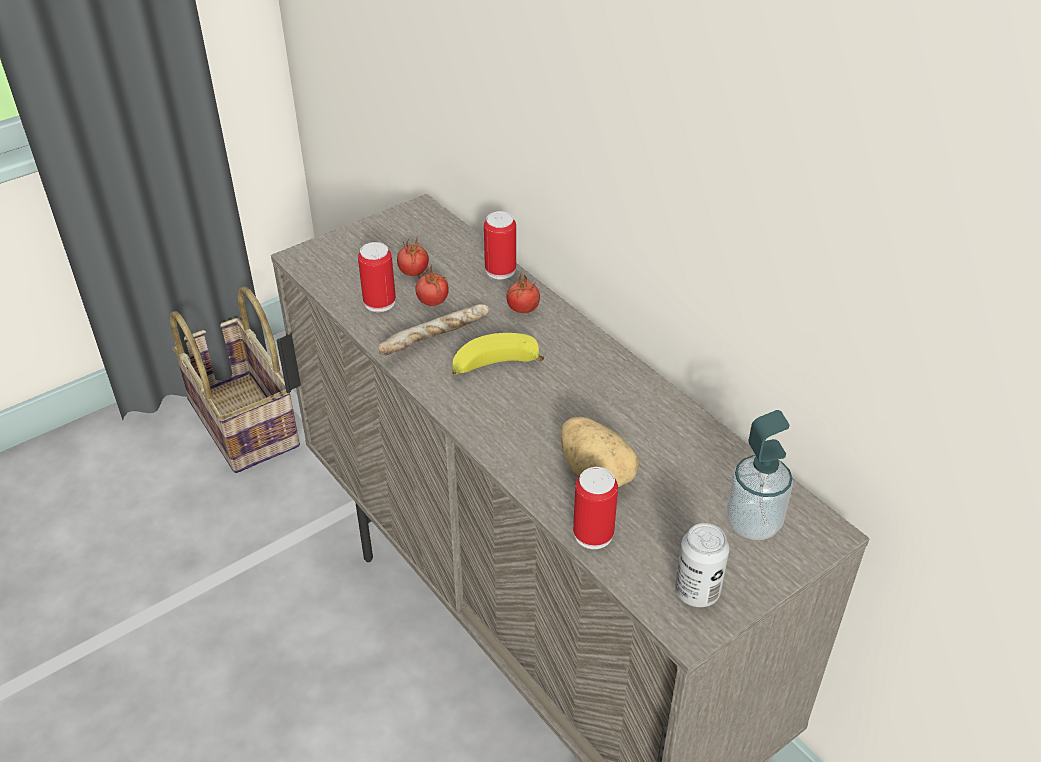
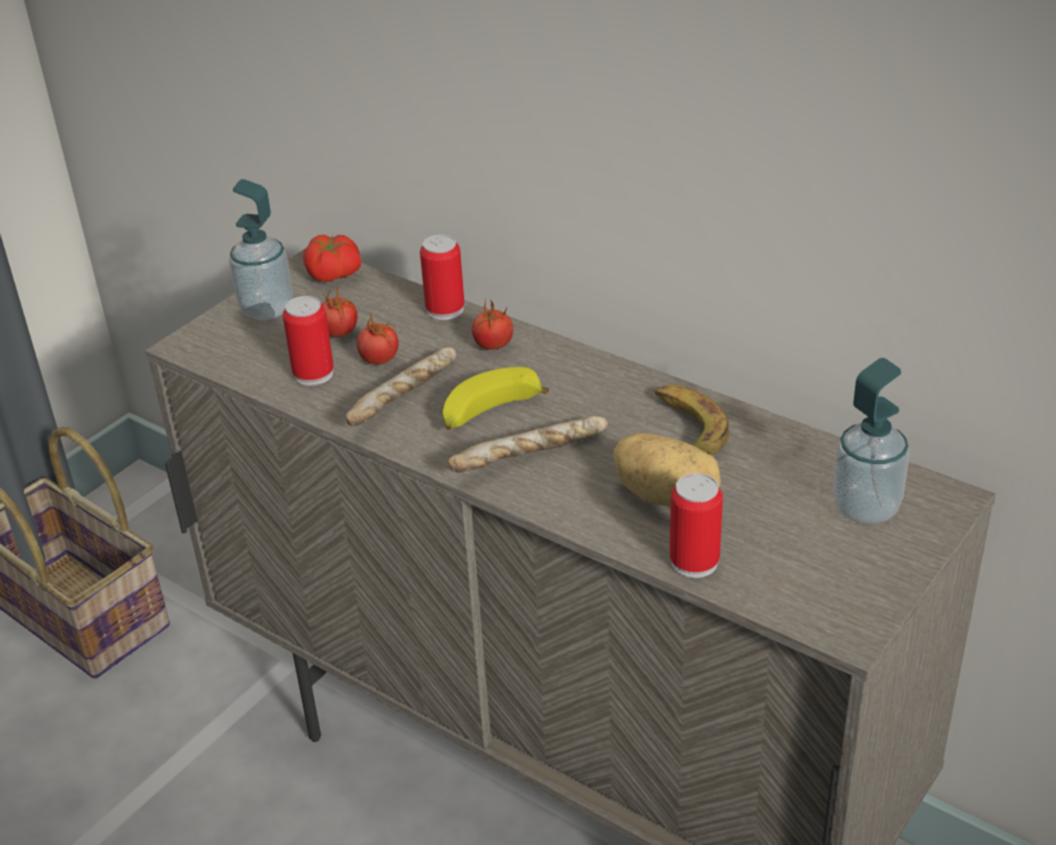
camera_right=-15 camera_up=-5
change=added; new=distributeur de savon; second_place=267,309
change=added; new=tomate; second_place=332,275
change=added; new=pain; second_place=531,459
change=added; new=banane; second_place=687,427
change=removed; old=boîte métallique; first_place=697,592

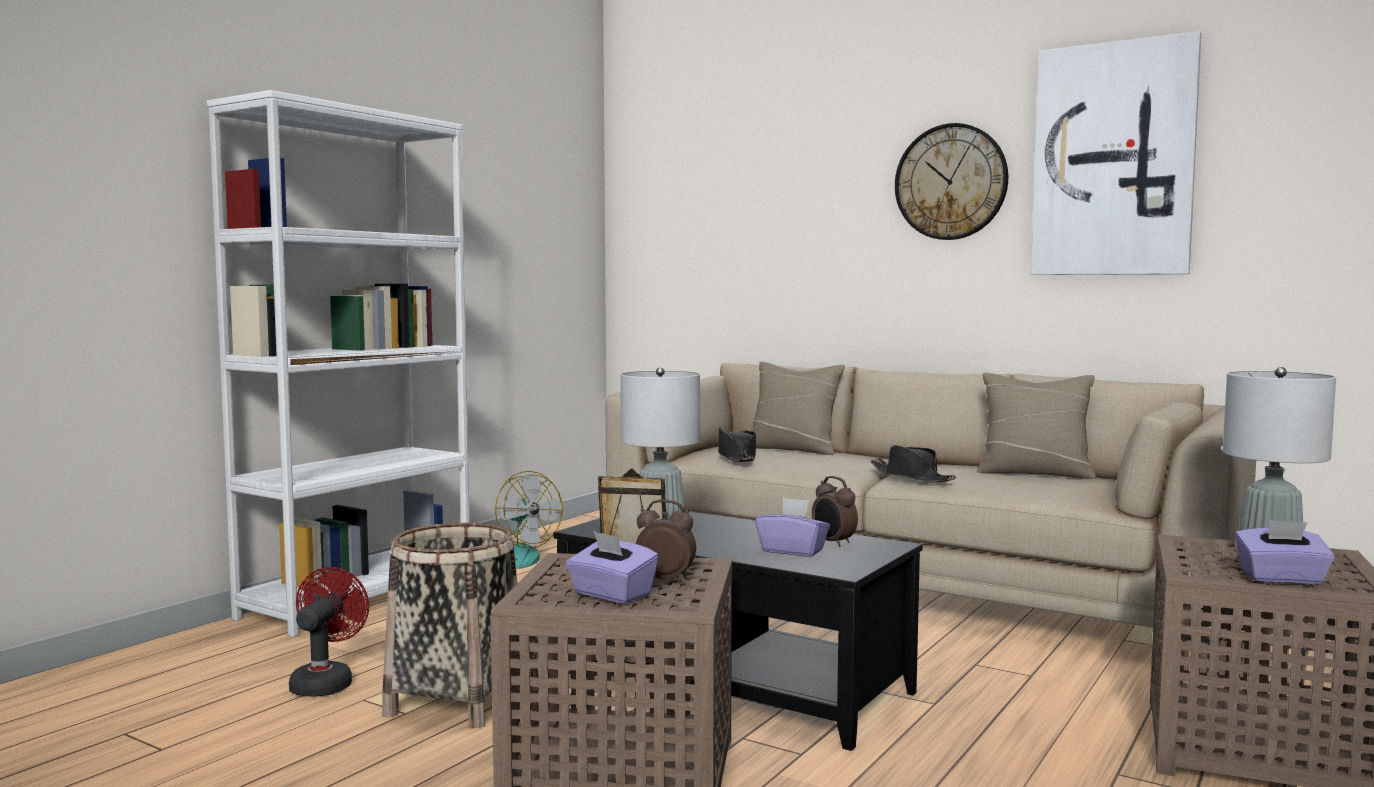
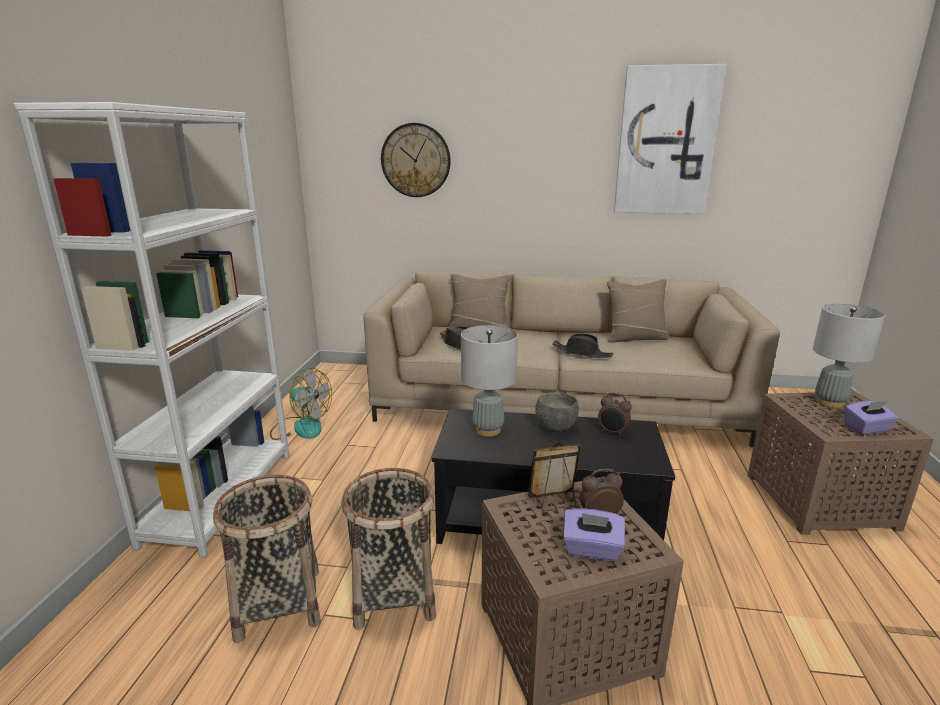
camera_right=-25 camera_up=15
change=replaced; old=ventilateur/rouge; new=panier; first_place=326,682; second_place=278,604
change=moved; old=horloge murale; first_place=951,182; second_place=416,160
change=added; new=bol/gris; second_place=555,428
change=removed; old=boîte à mouchoirs/violet; first_place=792,551

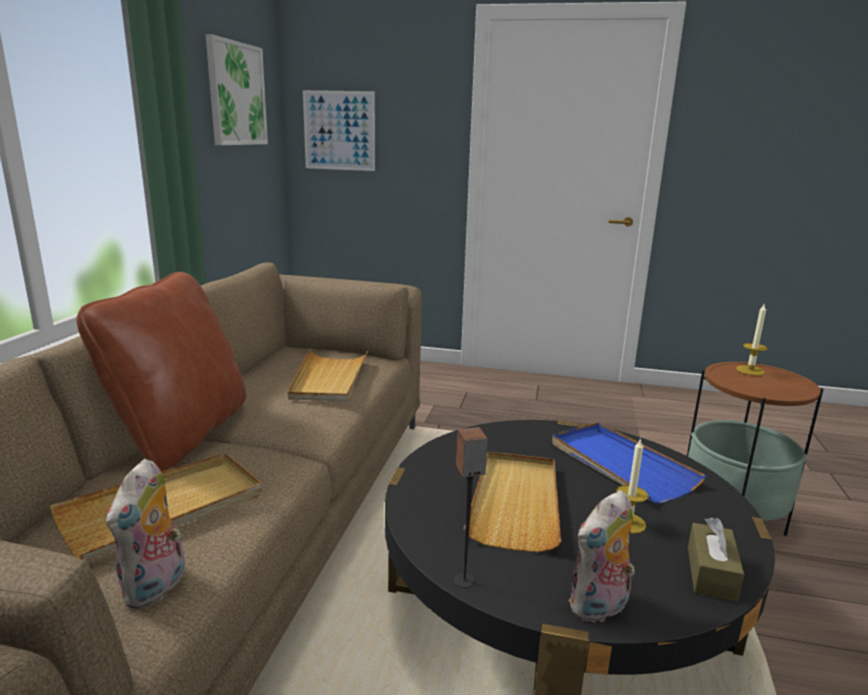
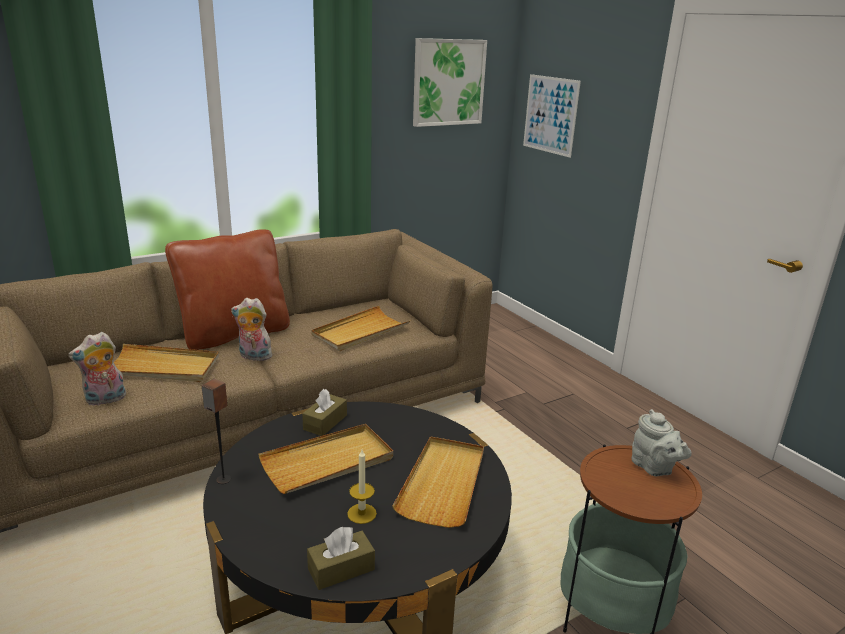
camera_right=45 camera_up=5
change=moved; old=peluche; first_place=599,608; second_place=253,357
change=added; new=boîte à mouchoirs/marron; second_place=325,422
change=recoloured; old=plateau/bleu; new=plateau/beige; first_place=620,465; second_place=443,483
change=replaced; old=bougie; new=théière/gris; first_place=750,370; second_place=654,468

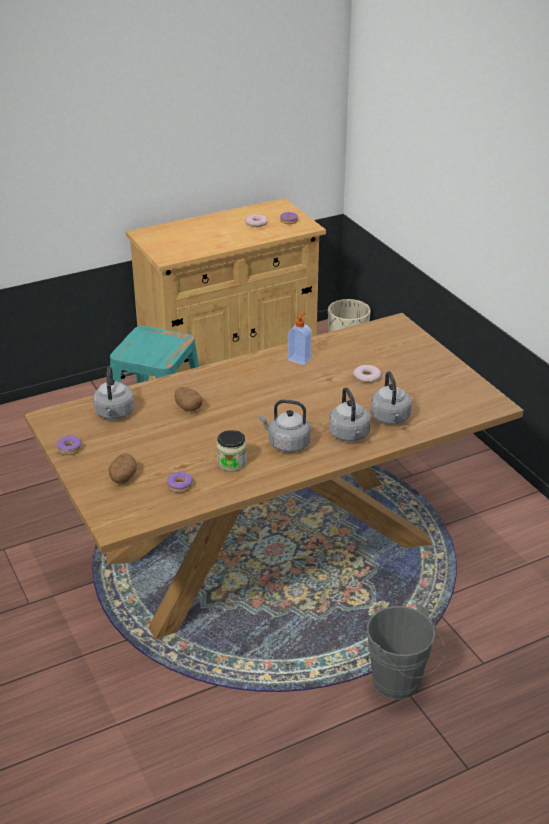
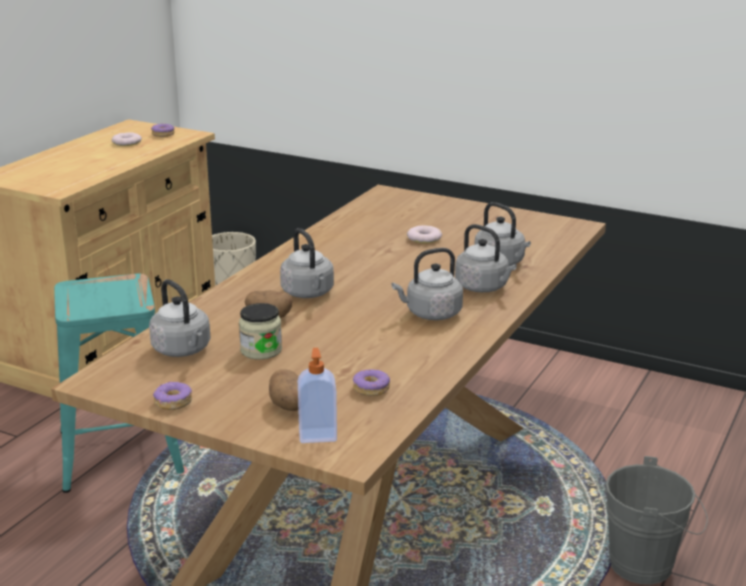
camera_right=-35 camera_up=-10
change=moved; old=bocal; first_place=231,463; second_place=261,350
change=added; new=bouilloire/gris; second_place=308,293
change=moved; old=distributeur de savon; first_place=299,359; second_place=317,435

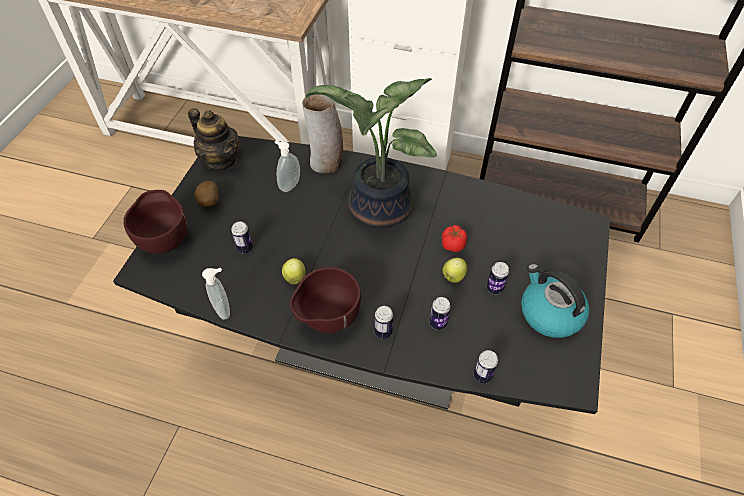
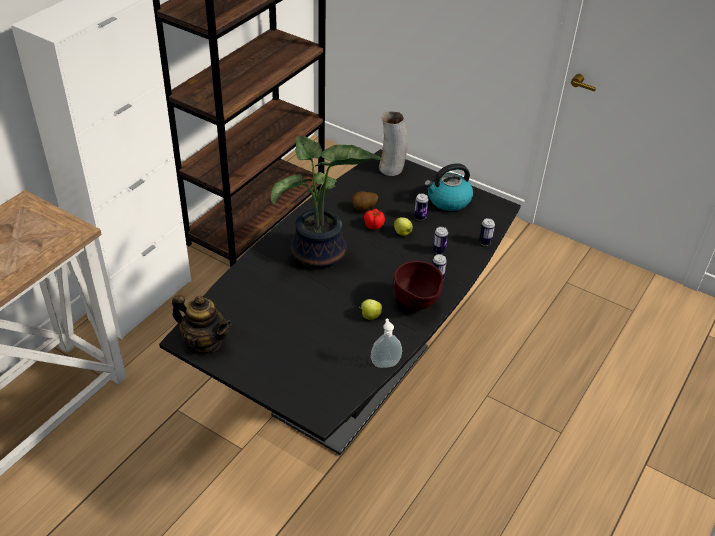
camera_right=-75 camera_up=-10
change=turned; old=théière; first_place=221,160; second_place=205,342; degrees=60
change=moved; old=pomme de terre; first_place=209,203; second_place=364,209
change=moved; old=vase; first_place=326,164; second_place=391,168
change=removed; old=bol/marron; first_place=165,241
change=removed; old=boîte métallique; first_place=245,248
change=removed; old=distributeur de savon; first_place=289,185

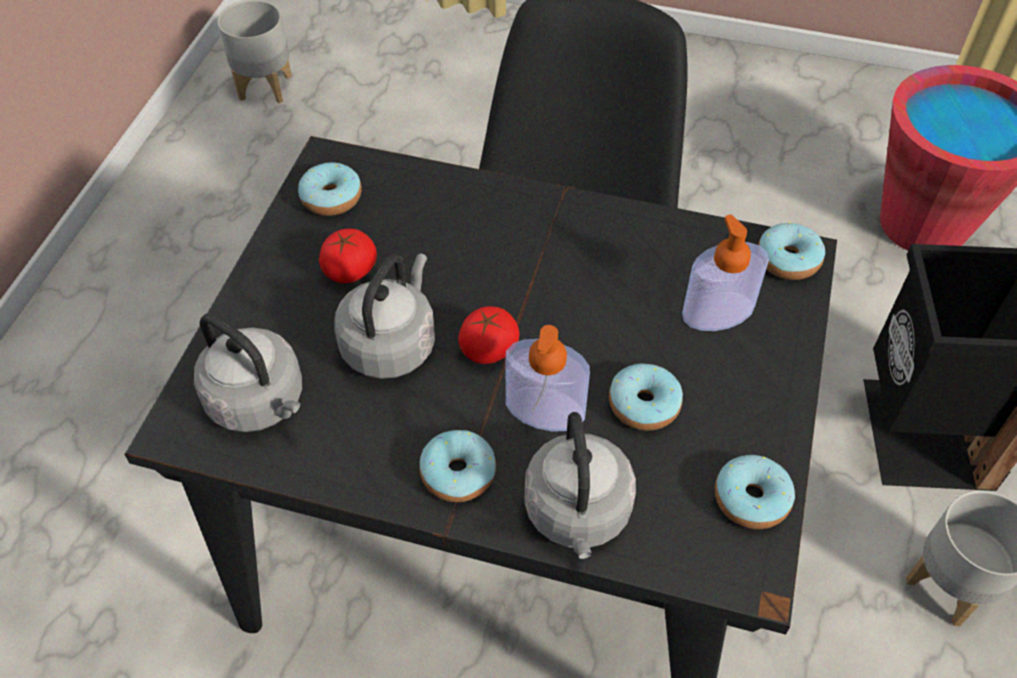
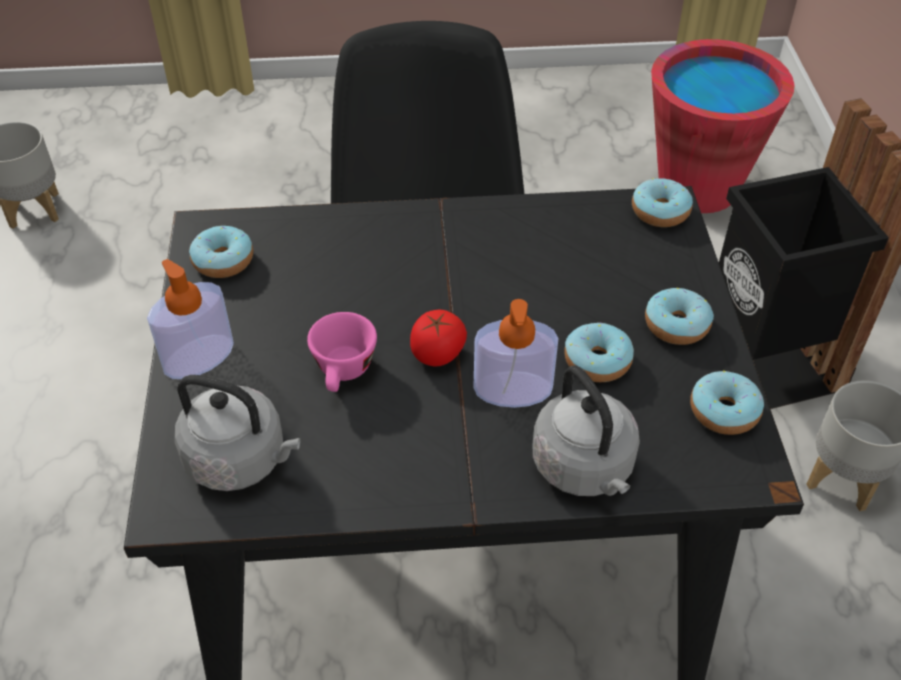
camera_right=-20 camera_up=-5
change=moved; old=distributeur de savon; first_place=718,312; second_place=198,357
change=replaced; old=bouilloire/gris; new=tasse/rose; first_place=391,343; second_place=344,373
change=moved; old=beignet; first_place=458,473; second_place=676,325
change=removed; old=tomate; first_place=350,271

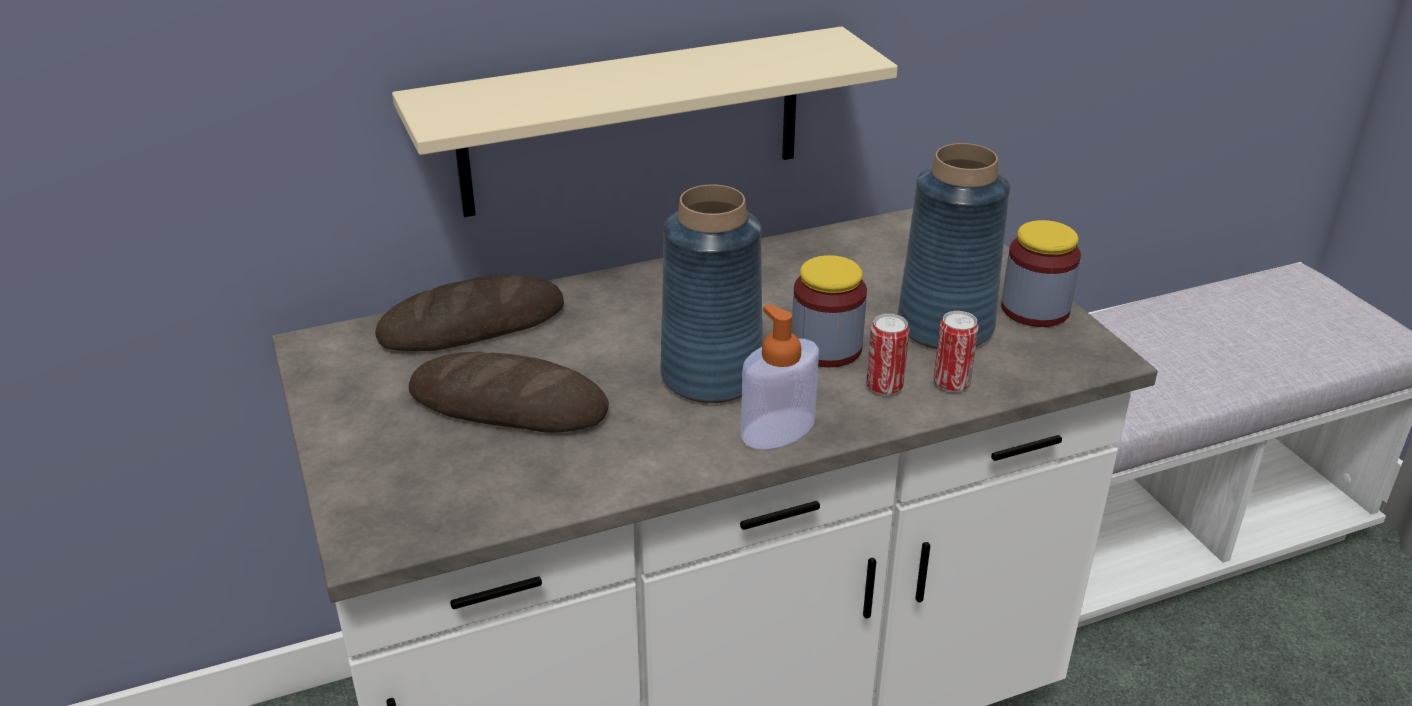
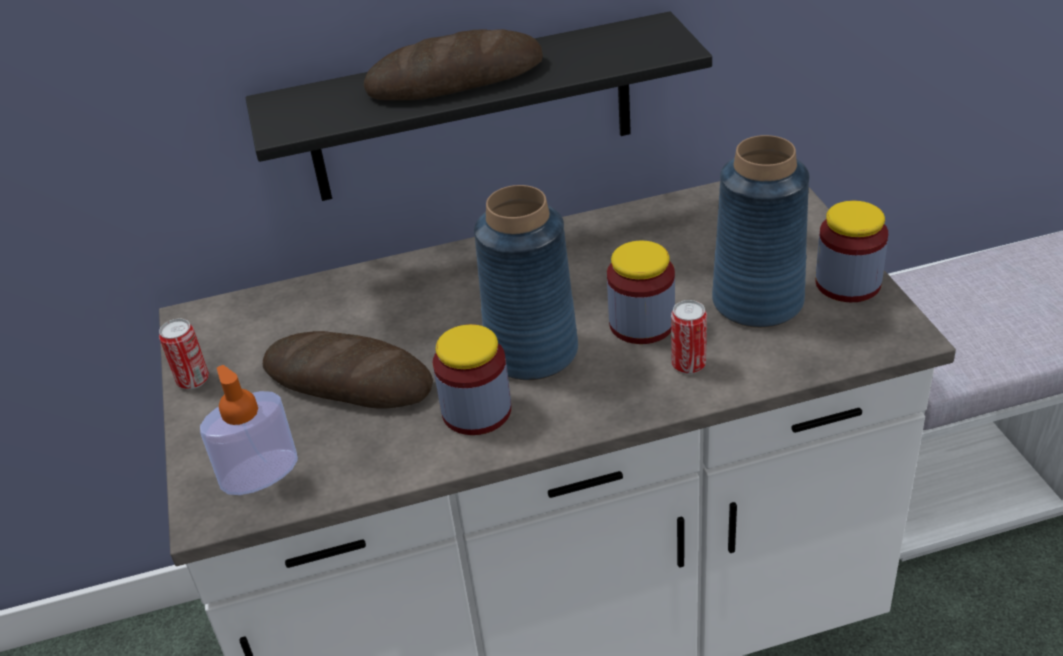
camera_right=10 camera_up=5
change=moved; old=boîte métallique; first_place=951,383; second_place=193,380
change=moved; old=distributeur de savon; first_place=778,429; second_place=259,472
change=recoloured; old=étagère/beige; new=étagère/noir; first_place=632,122; second_place=471,110
change=moved; old=pain; first_place=472,325; second_place=455,78
change=added; new=bocal; second_place=476,411

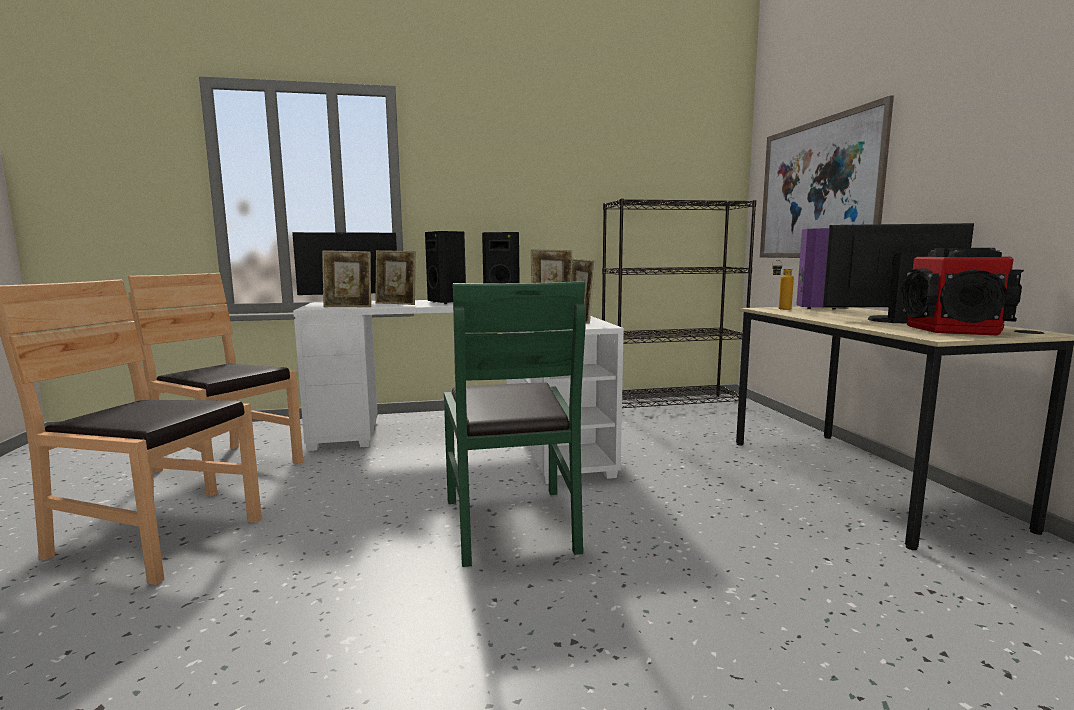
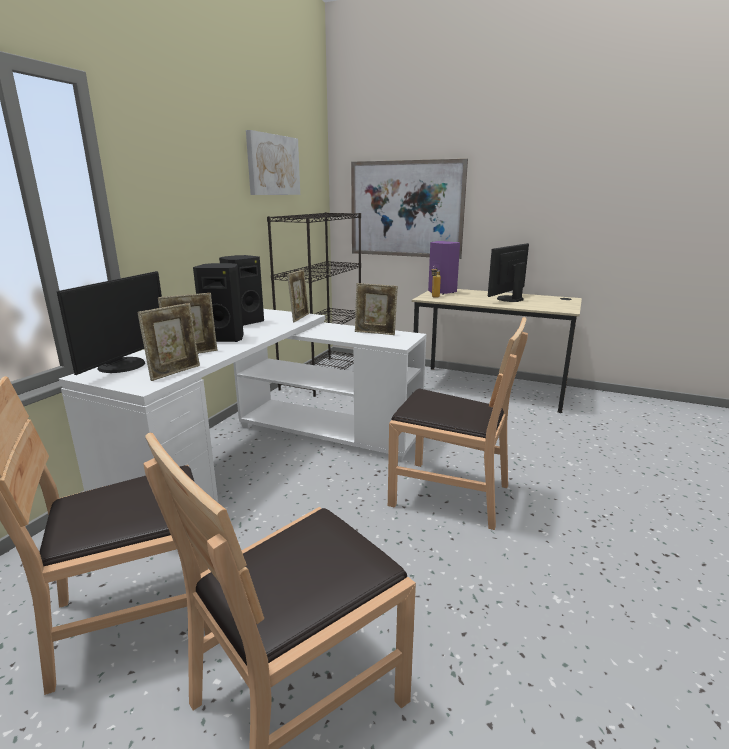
camera_right=-55 camera_up=10
change=added; new=tableau; second_place=273,165
change=recoloured; old=chaise/vert; new=chaise/marron; first_place=511,523; second_place=449,494
change=removed; old=enceinte; first_place=958,330

